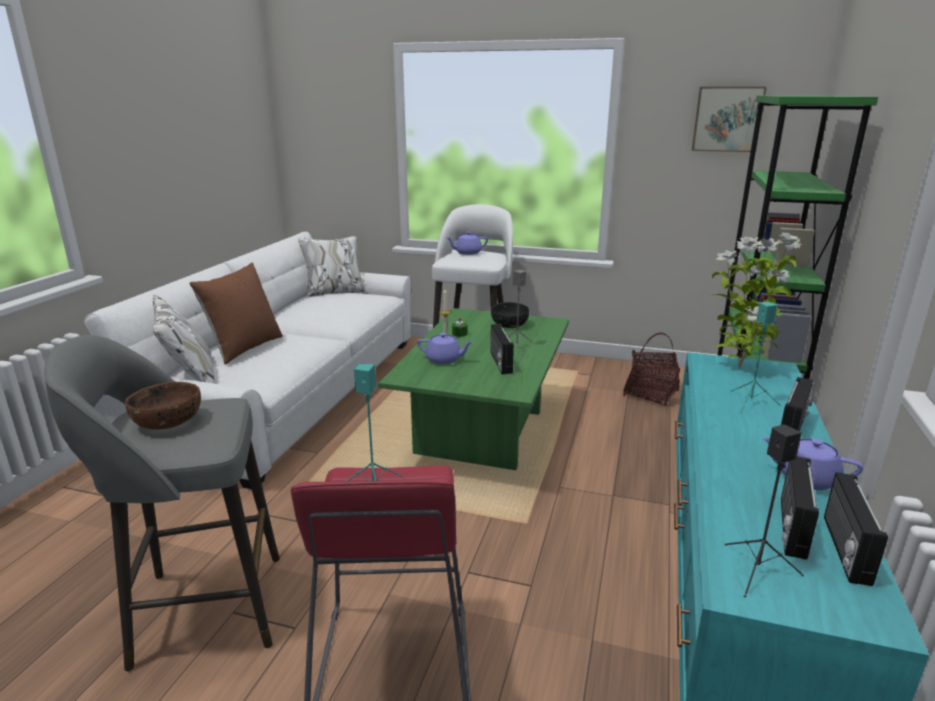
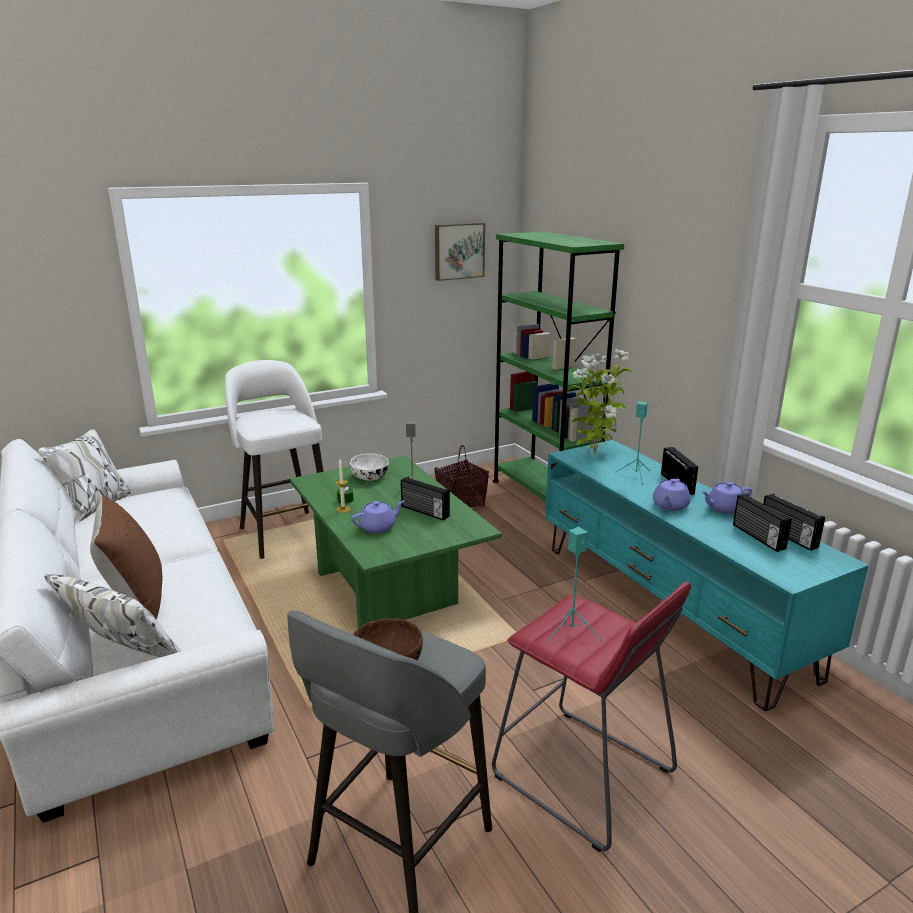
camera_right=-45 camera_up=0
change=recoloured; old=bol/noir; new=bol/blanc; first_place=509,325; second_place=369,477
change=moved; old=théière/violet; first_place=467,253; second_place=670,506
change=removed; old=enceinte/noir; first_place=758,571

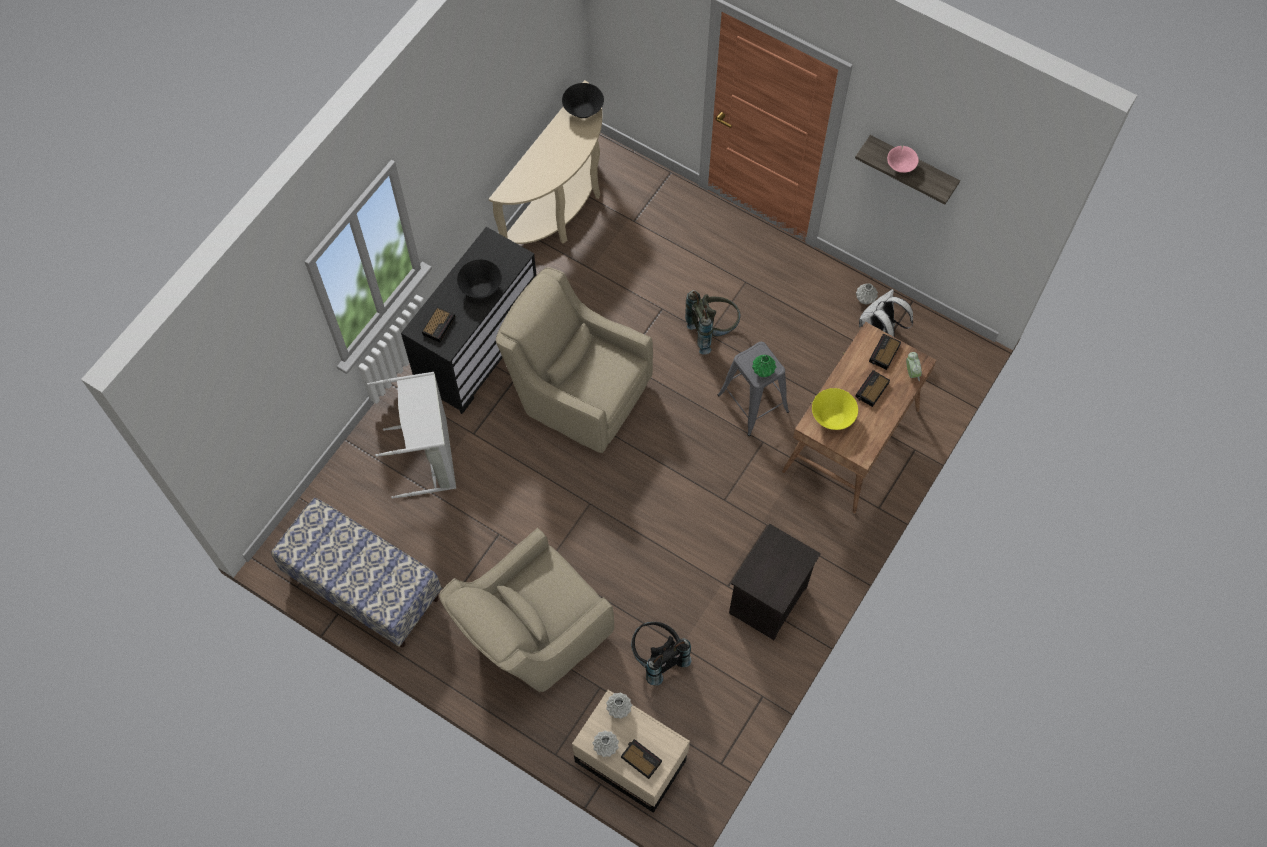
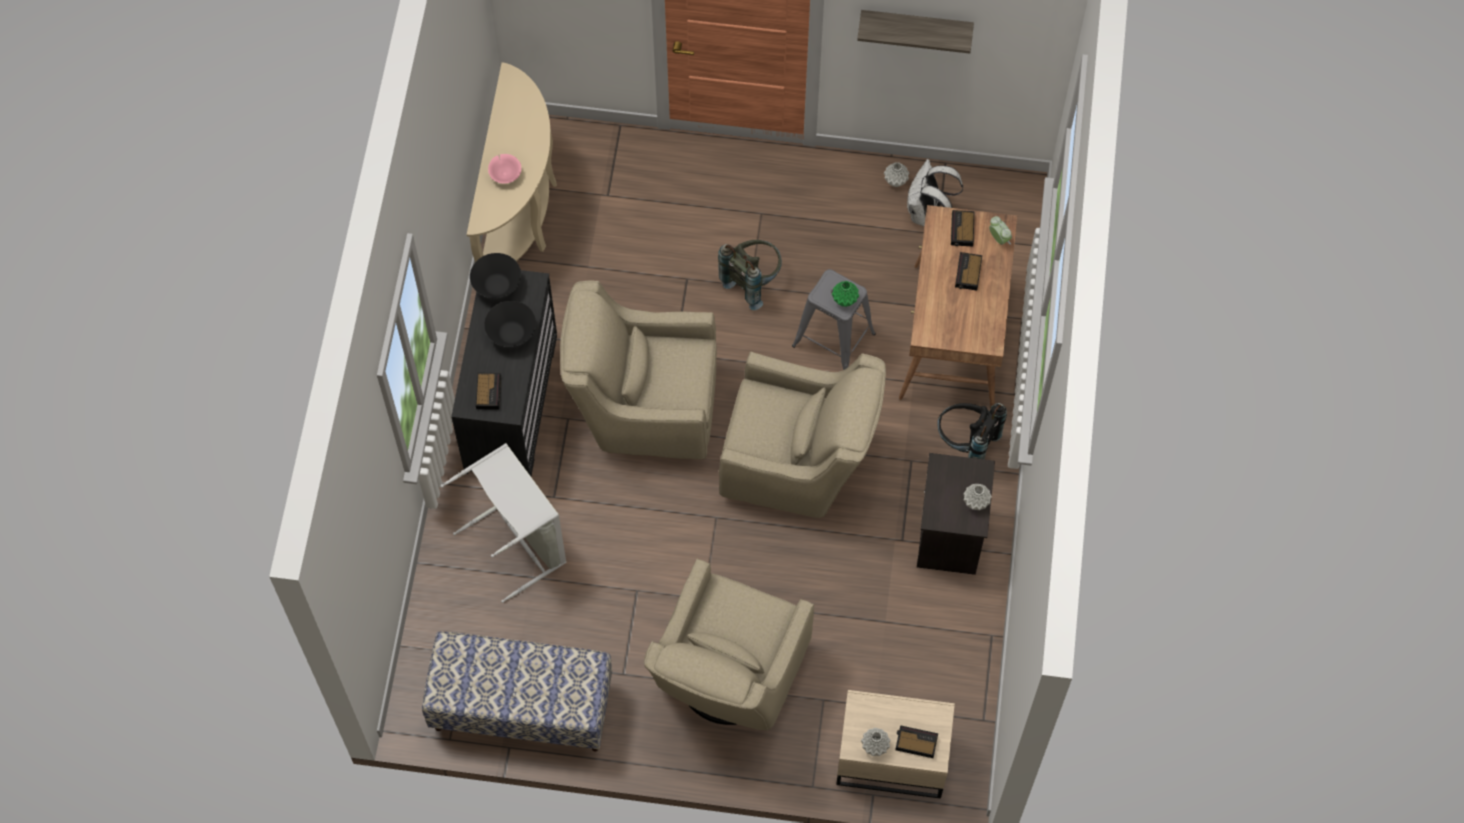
camera_right=-25 camera_up=0
change=moved; old=bol/noir; first_place=583,110; second_place=497,285
change=moved; old=bol/rose; first_place=901,165; second_place=505,174
change=added; new=fauteuil/beige; second_place=799,464
change=moved; old=sac à dos/noir; first_place=657,658; second_place=966,443
change=moved; old=vase/gris; first_place=619,708; second_place=976,502
change=removed; old=bol/jaune; first_place=832,417

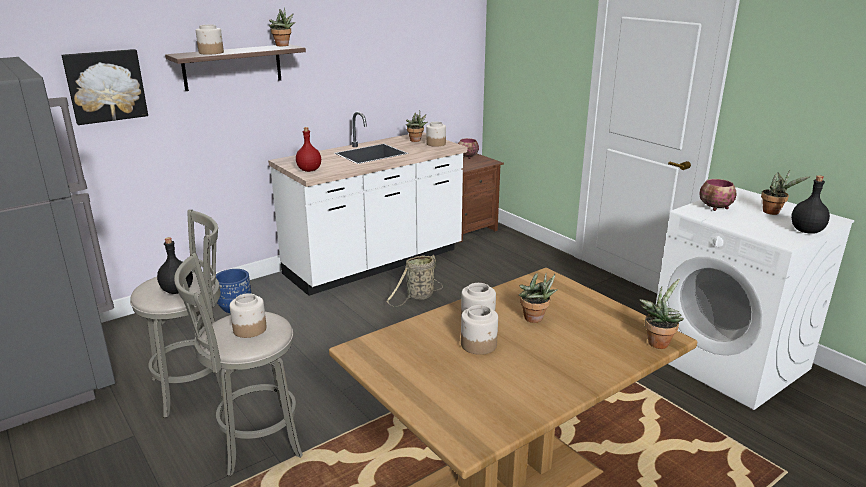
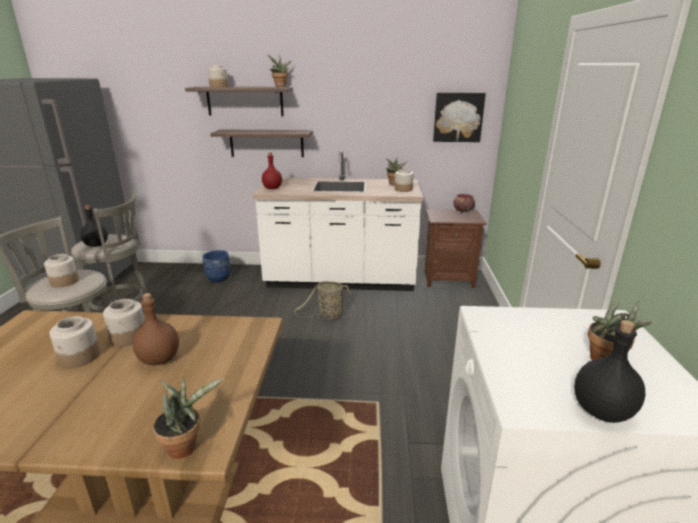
camera_right=40 camera_up=0
change=replaced; old=plante en pot; new=bouteille/marron; first_place=535,319; second_place=160,359
change=added; new=étagère; second_place=266,143
change=moved; old=tableau; first_place=105,86; second_place=458,117
change=removed; old=bol; first_place=715,208

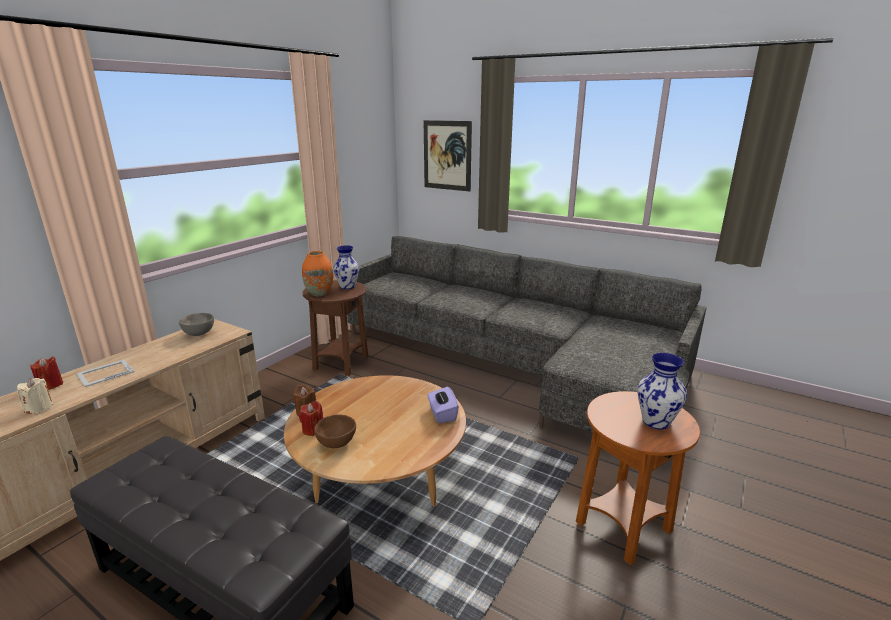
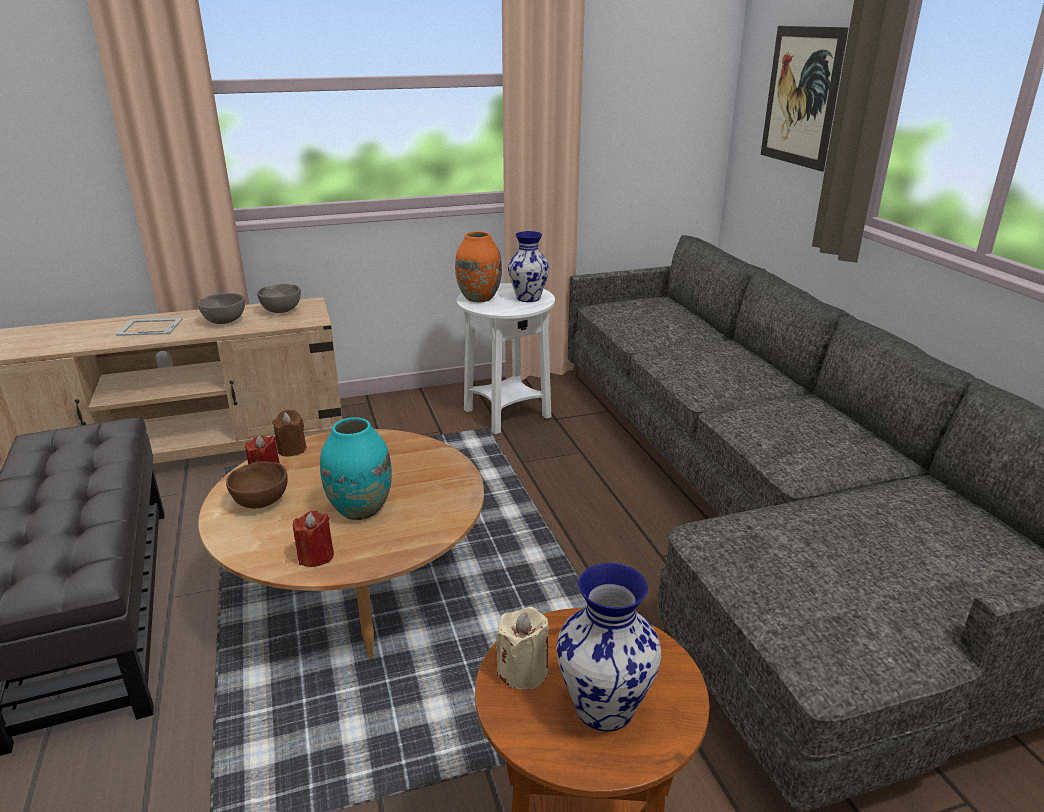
camera_right=40 camera_up=5
change=added; new=bol/gris; second_place=224,321
change=moved; old=bougie/rouge; first_place=50,385; second_place=316,556
change=added; new=vase/turquoise; second_place=360,510
change=recoloured; old=table d'appoint/marron; new=table d'appoint/blanc; first_place=341,363; second_place=507,414
change=moved; old=bougie/beige; first_place=39,407; second_place=523,671
change=removed; old=boîte à mouchoirs/violet; first_place=442,414

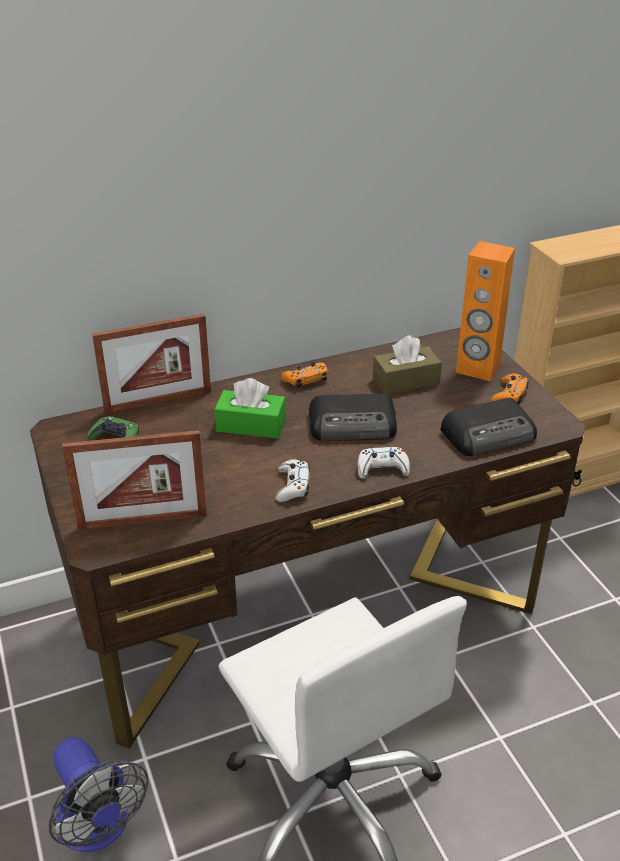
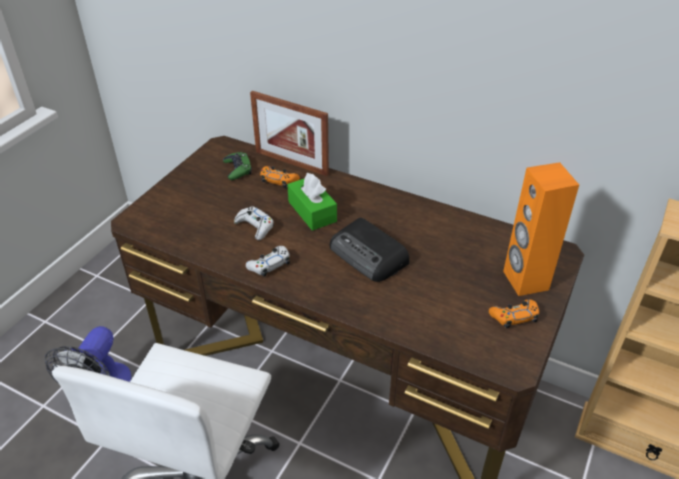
camera_right=50 camera_up=5
change=moved; old=manette/blanc; first_place=382,468; second_place=255,226
change=moved; old=manette/orange; first_place=306,379; second_place=279,180
change=removed; old=cadre photo; first_place=143,521
change=removed; old=boîte à mouchoirs/marron; first_place=406,381
change=removed; old=radio; first_place=490,434

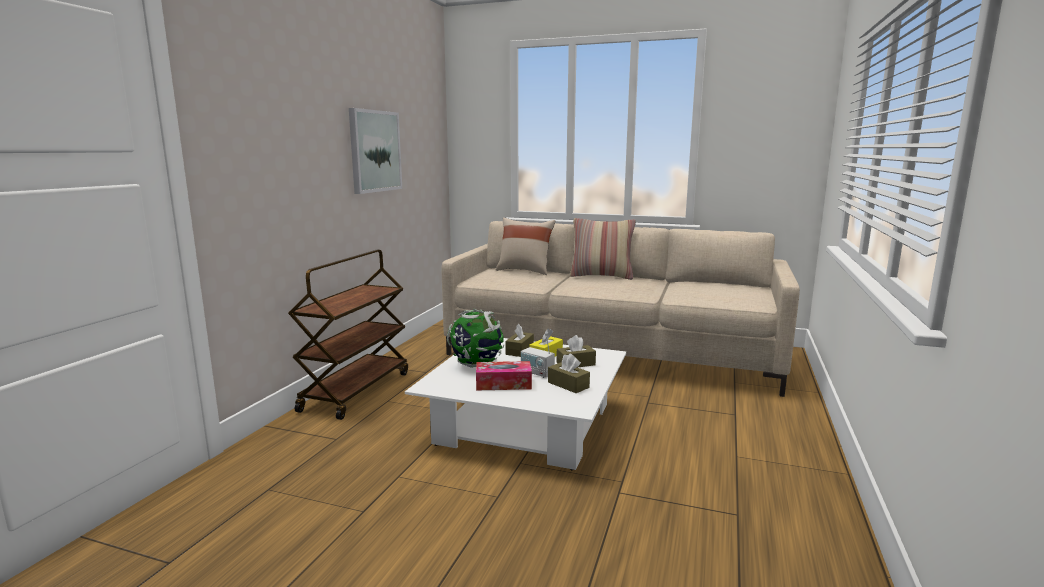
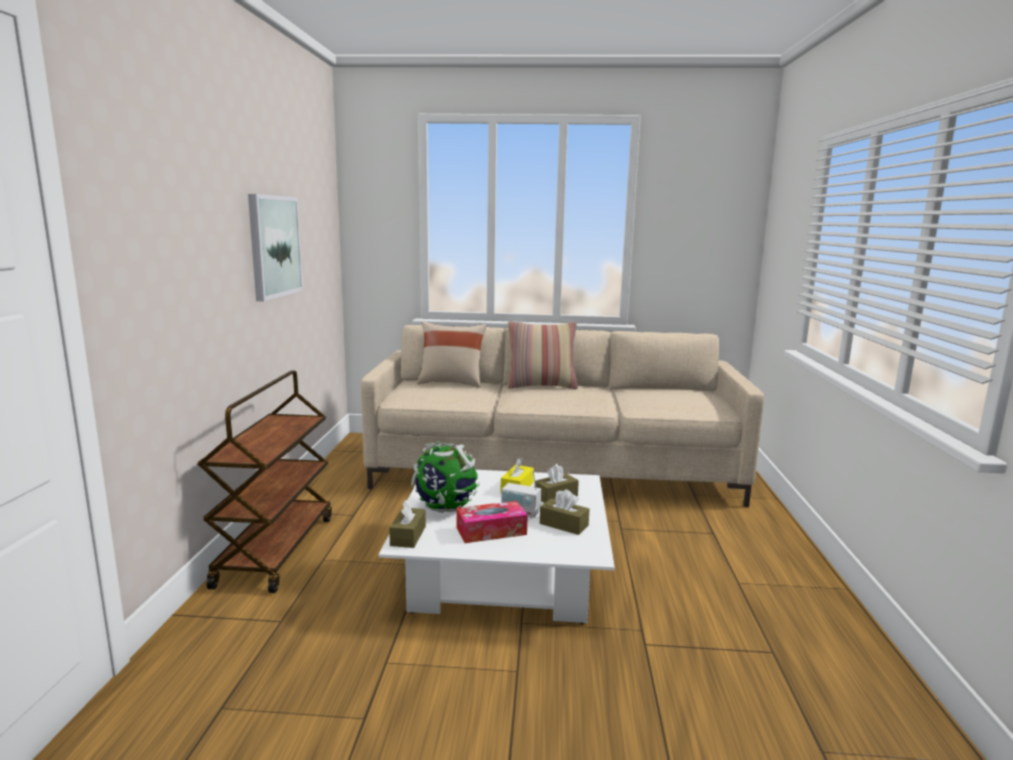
camera_right=-15 camera_up=0
change=moved; old=boîte à mouchoirs/marron; first_place=519,350; second_place=408,536

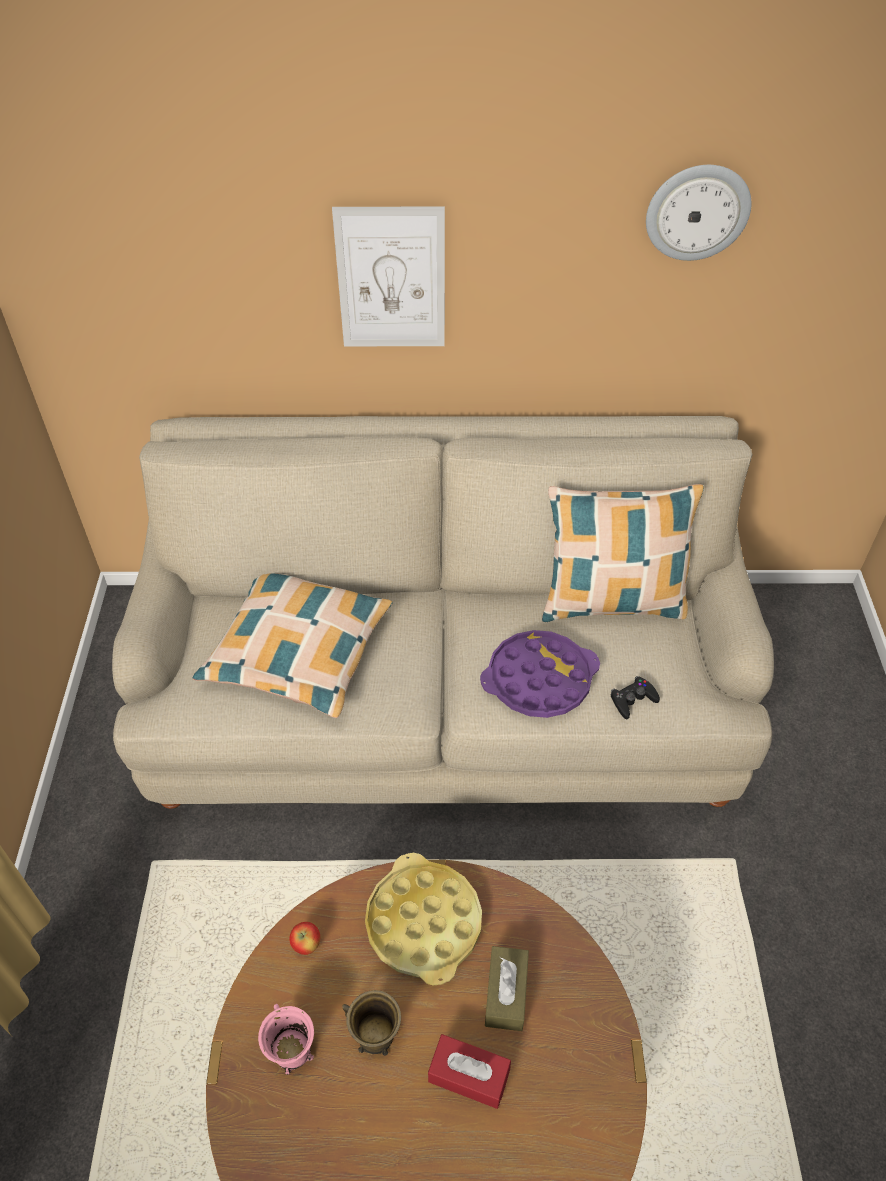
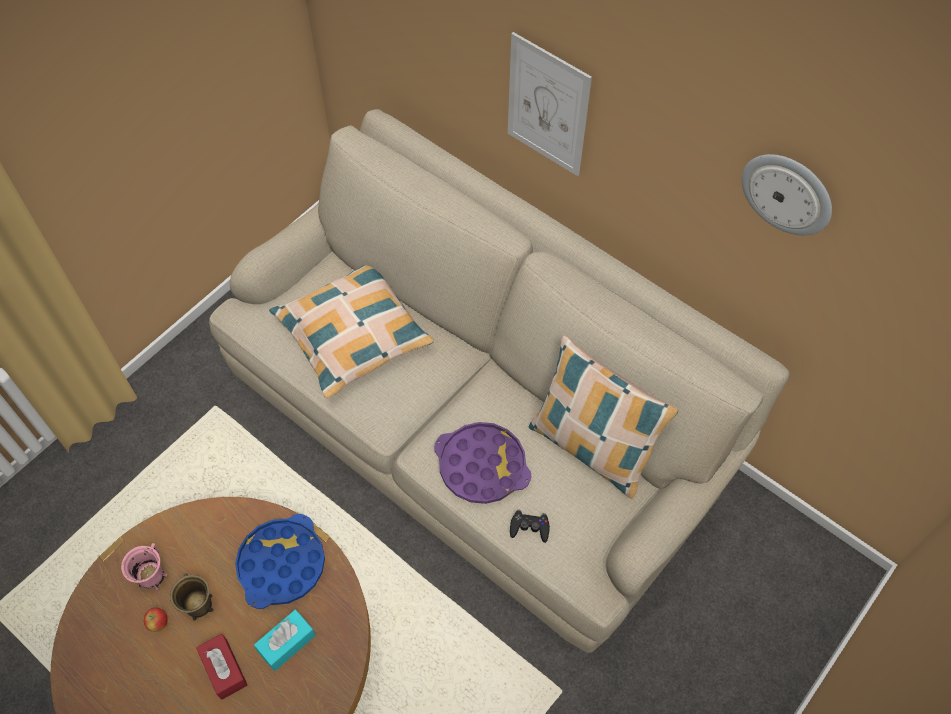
camera_right=40 camera_up=10
change=moved; old=pomme; first_place=307,945; second_place=159,623
change=recoloured; old=plateau/jaune; new=plateau/bleu; first_place=423,923; second_place=281,564
change=recoloured; old=boîte à mouchoirs/marron; new=boîte à mouchoirs/turquoise; first_place=506,993; second_place=286,643

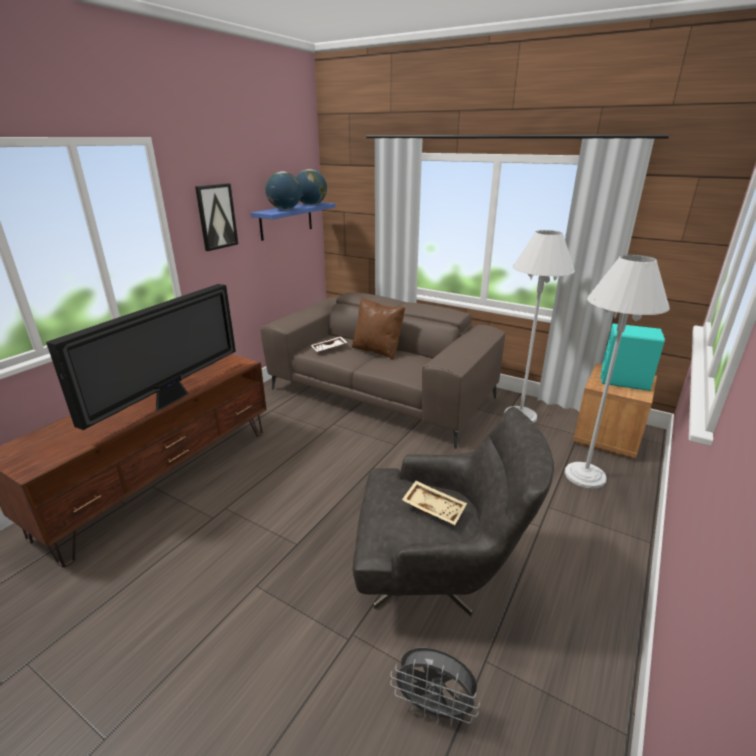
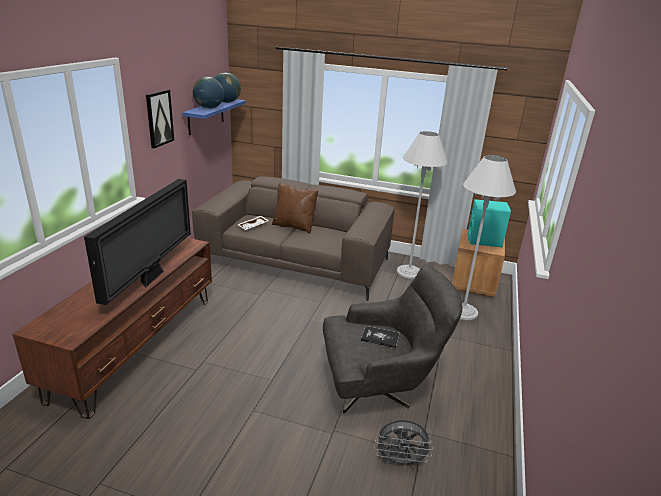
camera_right=-15 camera_up=0
change=replaced; old=plateau/beige; new=livre; first_place=434,507; second_place=380,337

